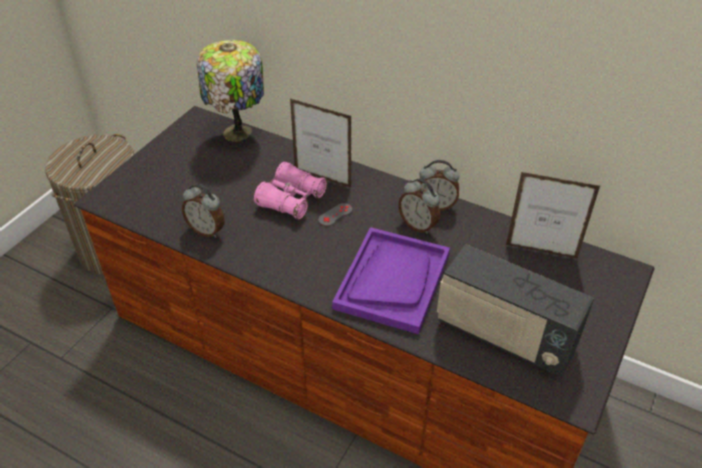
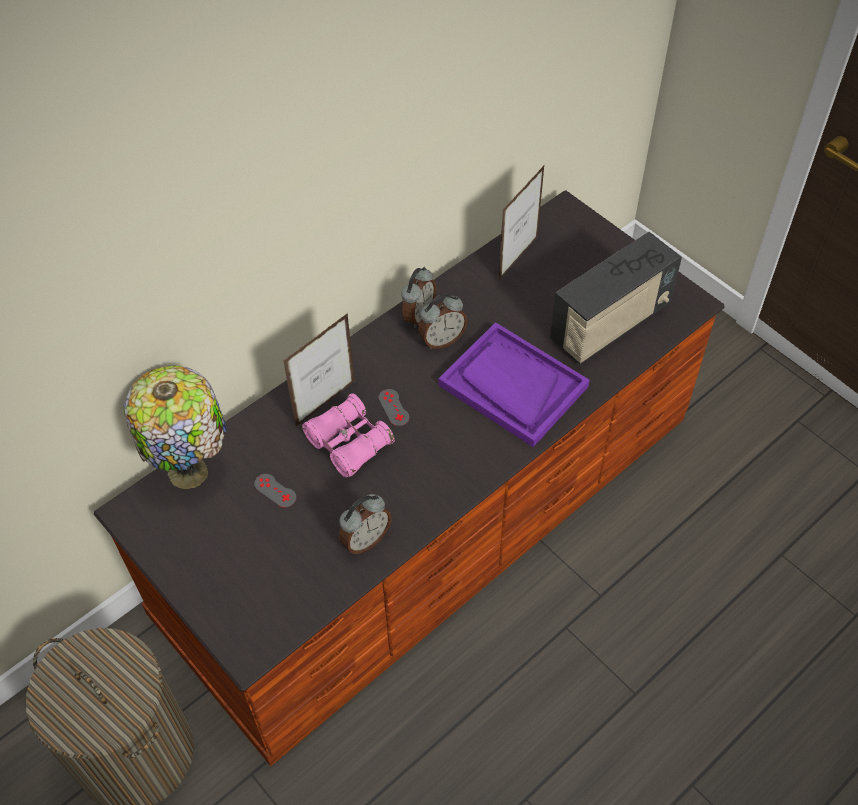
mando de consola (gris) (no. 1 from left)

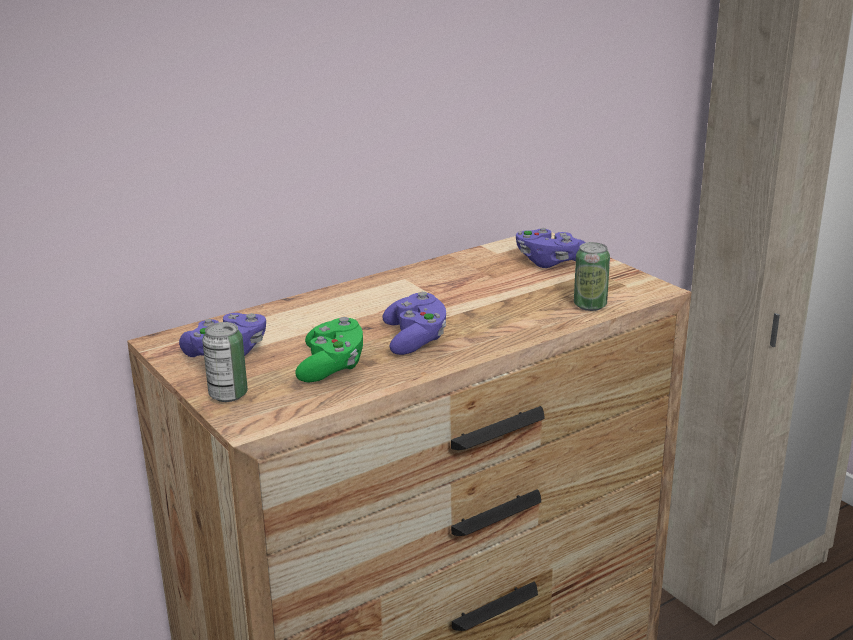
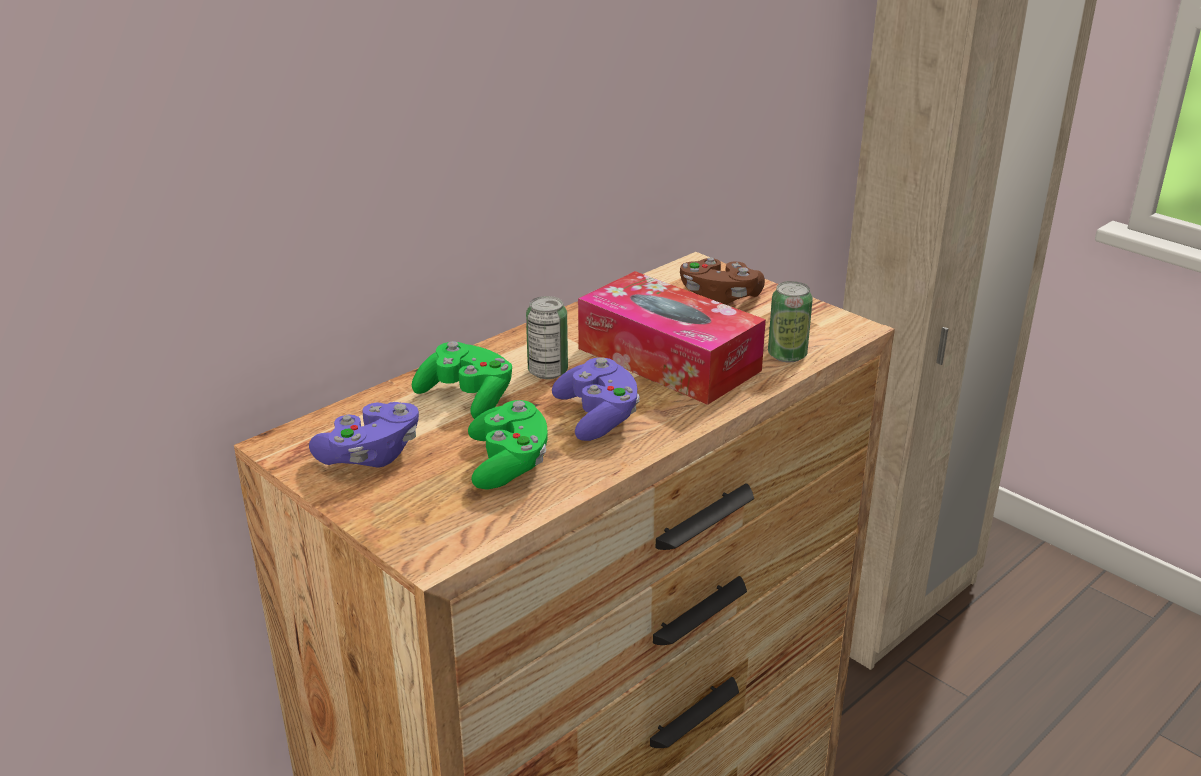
mando de consola (verde) (no. 1 from left)
lata (no. 1 from left)
caja de pañuelos
mando de consola (marrón)

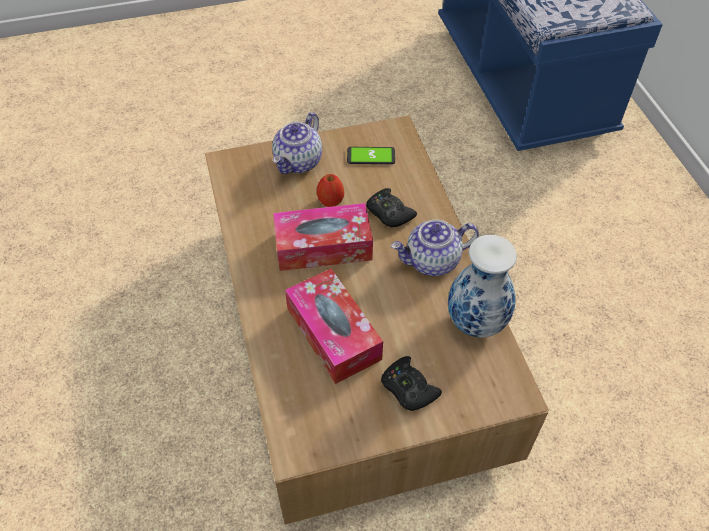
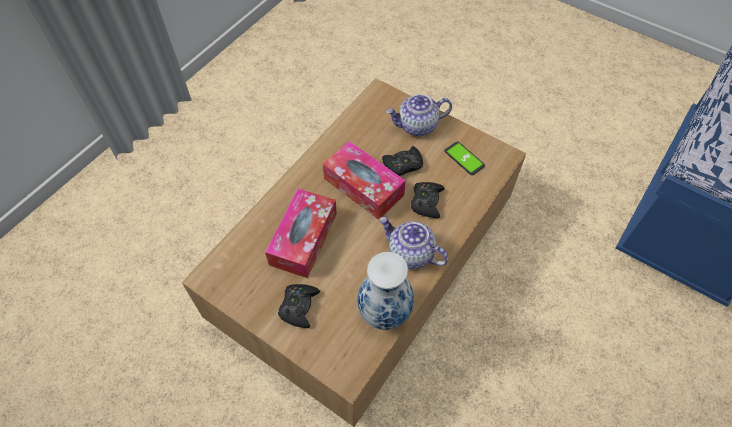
mando de consola (negro) (no. 2 from left)

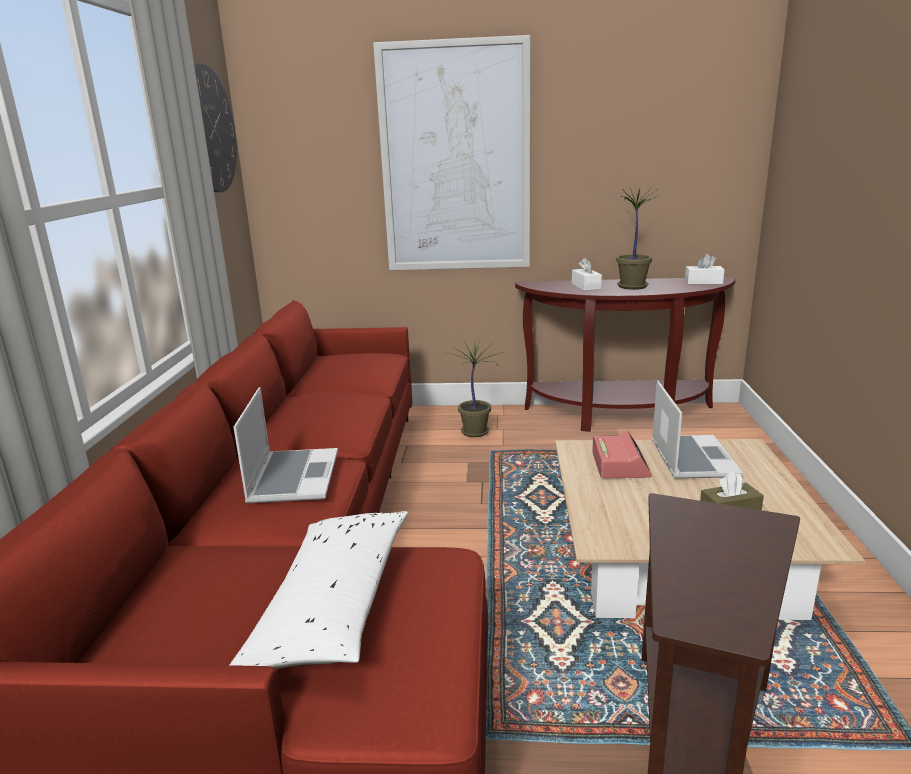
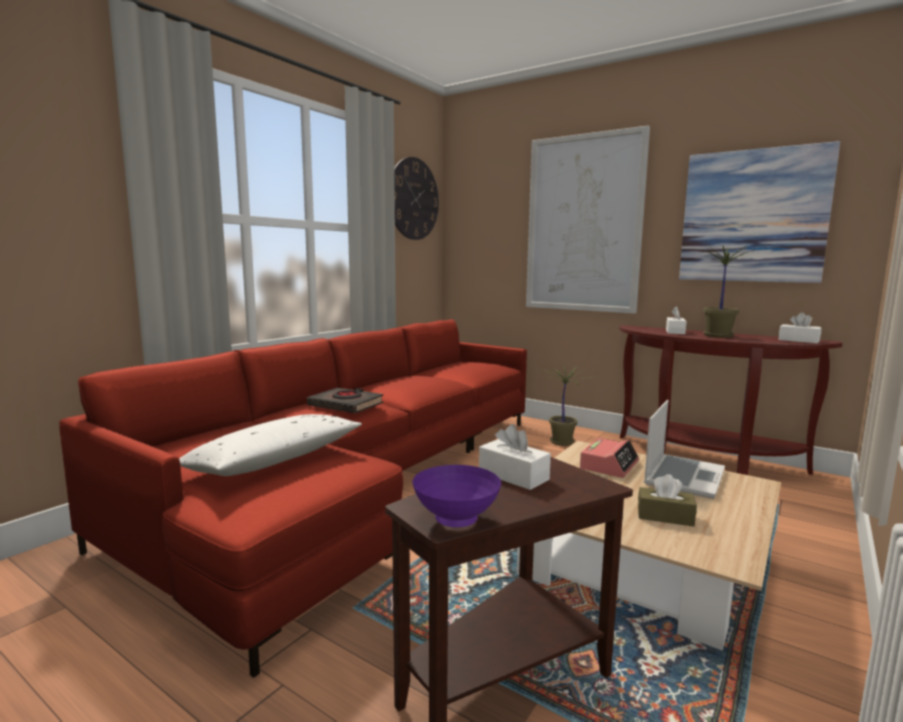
libro (negro)
cuenco (morado)
caja de pañuelos (blanco) (no. 1 from left)
cuadro (no. 2 from left)

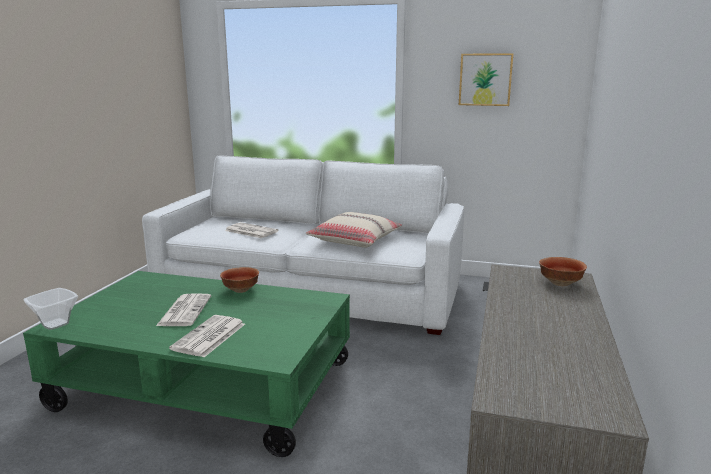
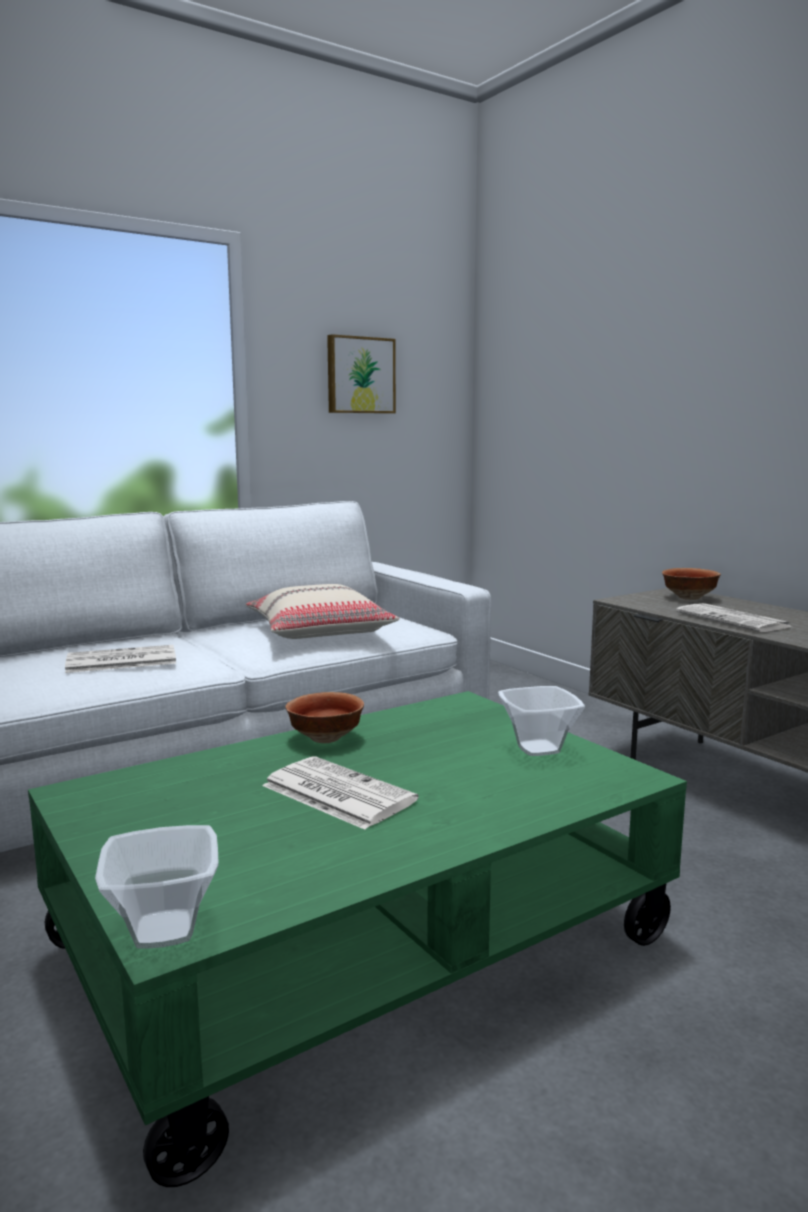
cuenco (no. 3 from left)
periódico (no. 3 from left)

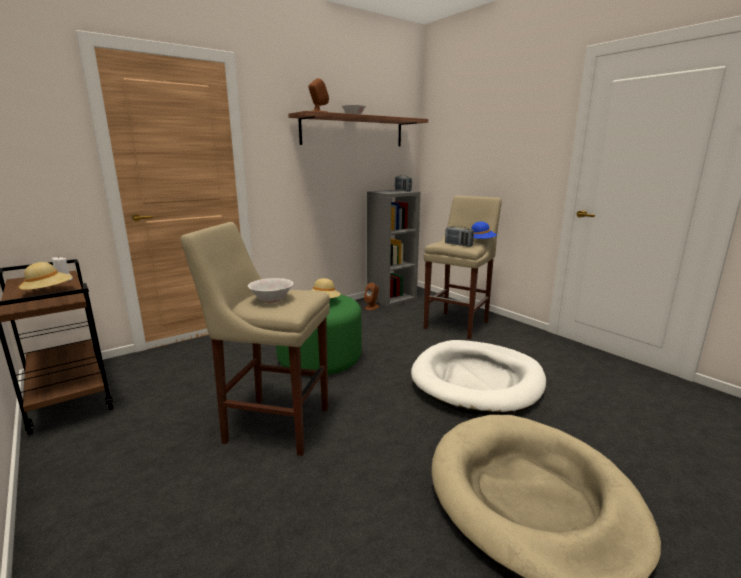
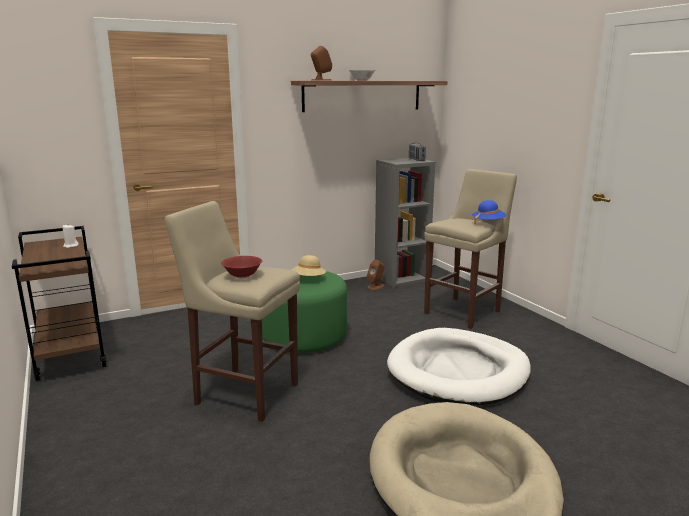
cuenco (rojo)
sombrero (beis) (no. 1 from left in the first image)
radio (no. 2 from left in the first image)

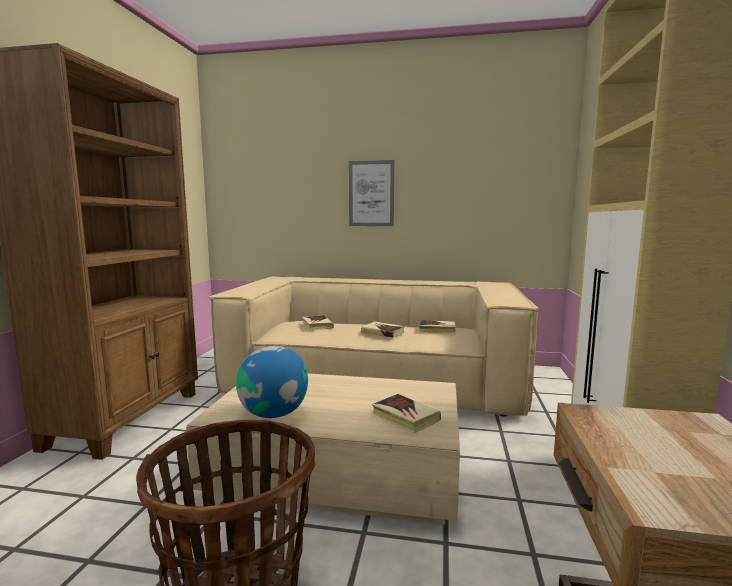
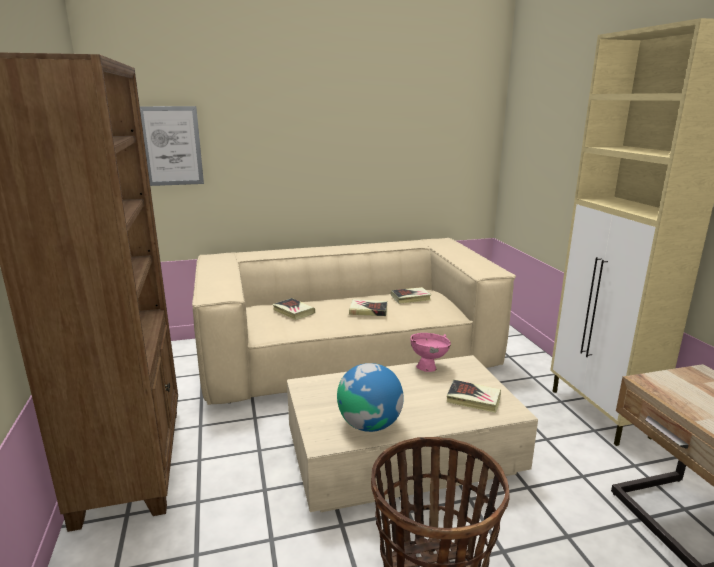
cuadro
cuenco (rosa)

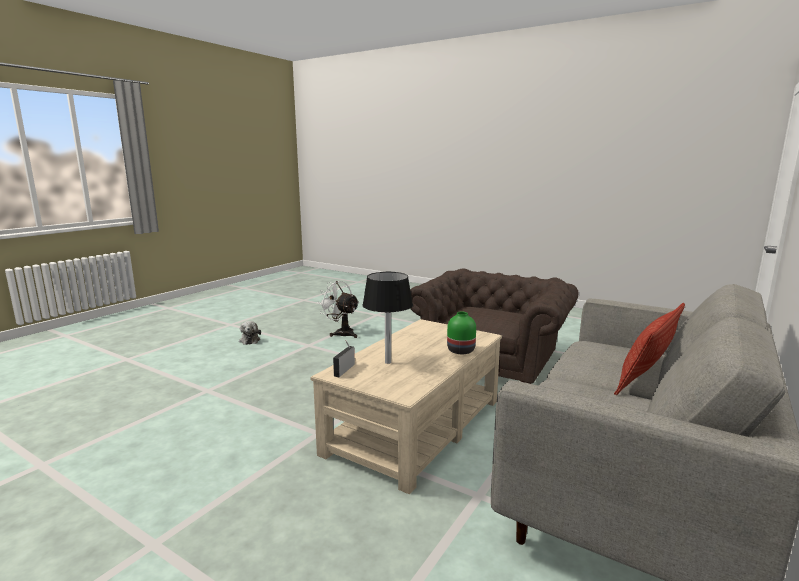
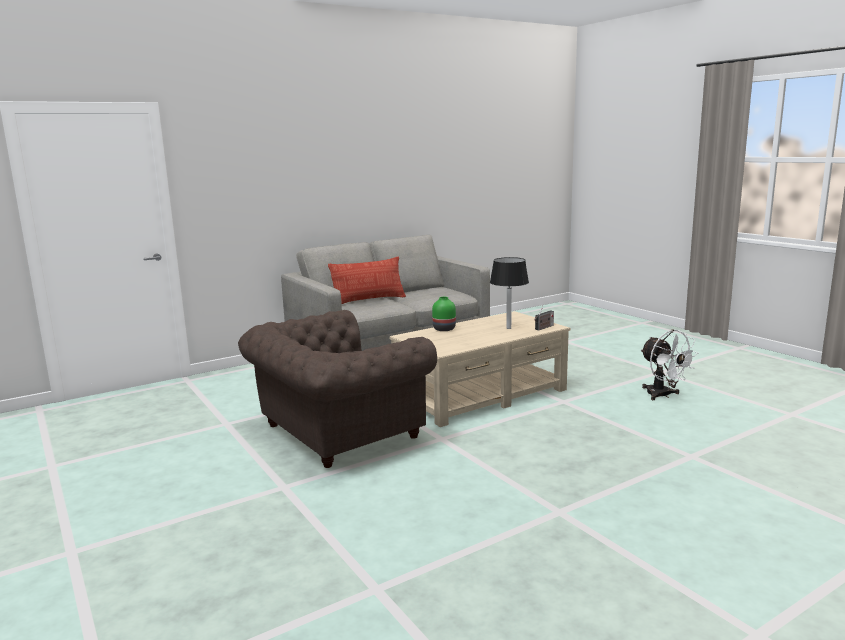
ventilador (blanco)
peluche

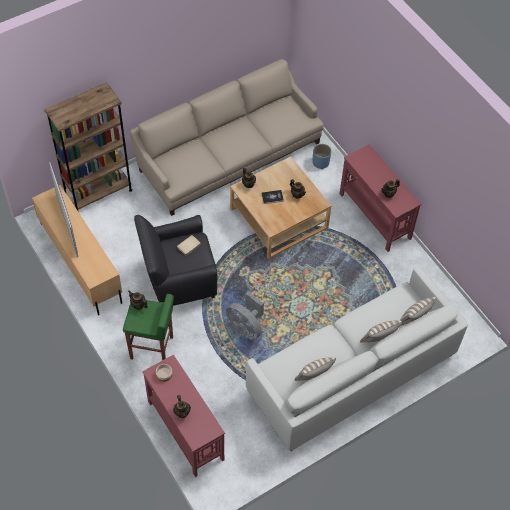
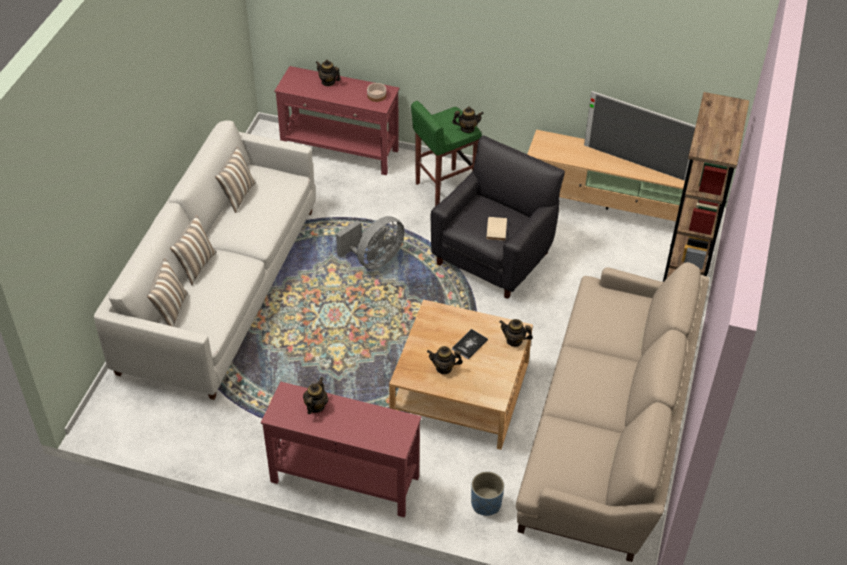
ventilador (gris)

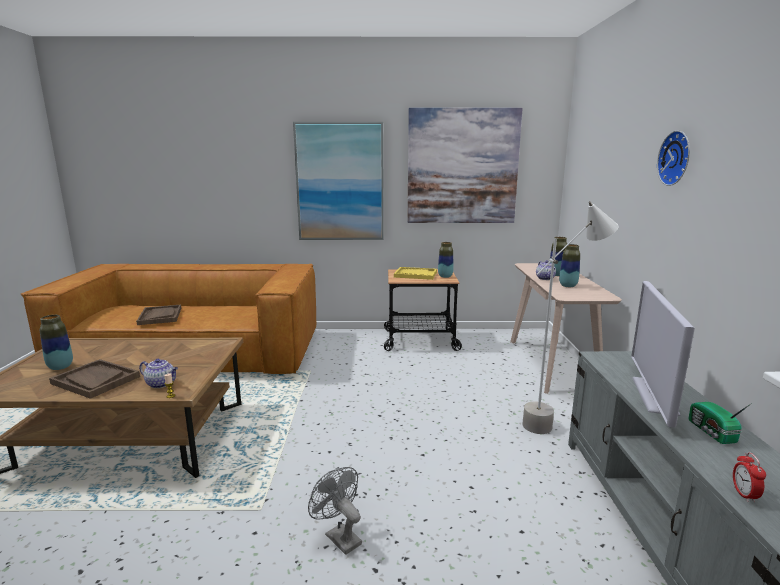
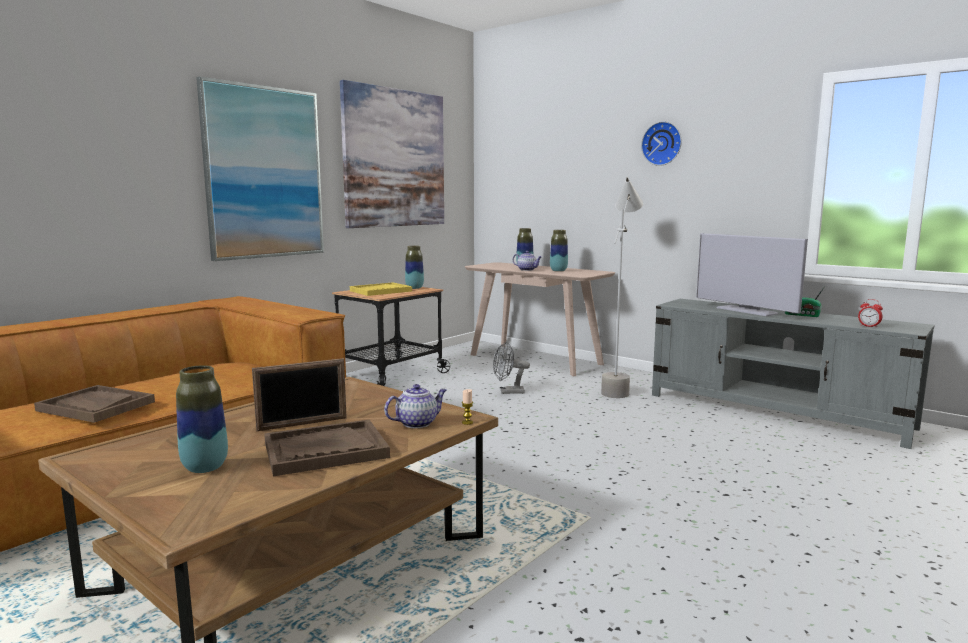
portarretratos
ventilador (gris)

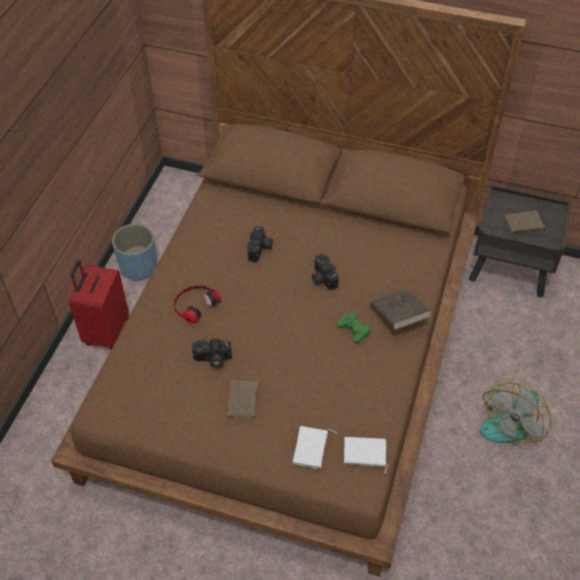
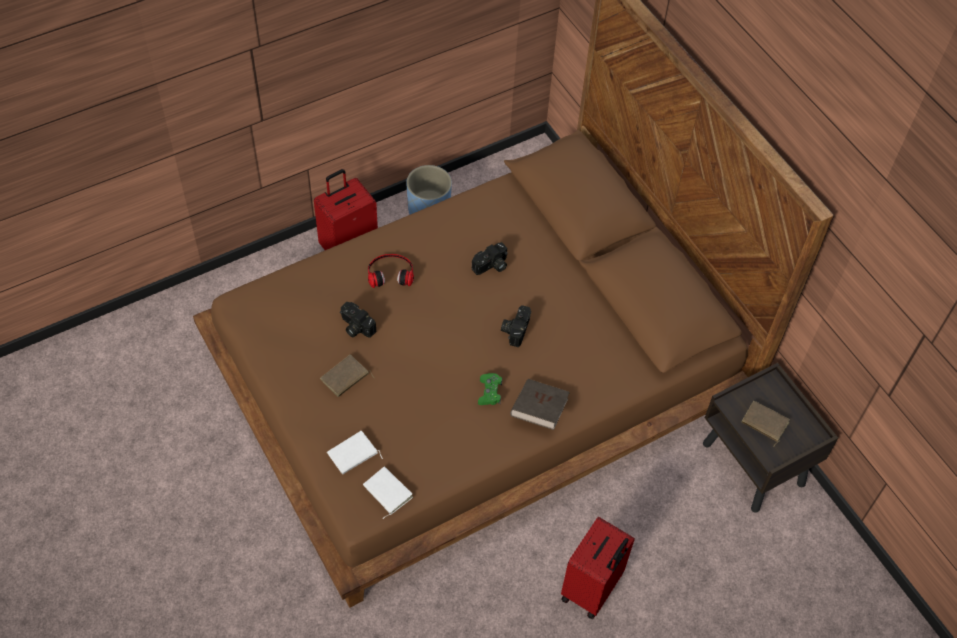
maleta (rojo) (no. 2 from left)

